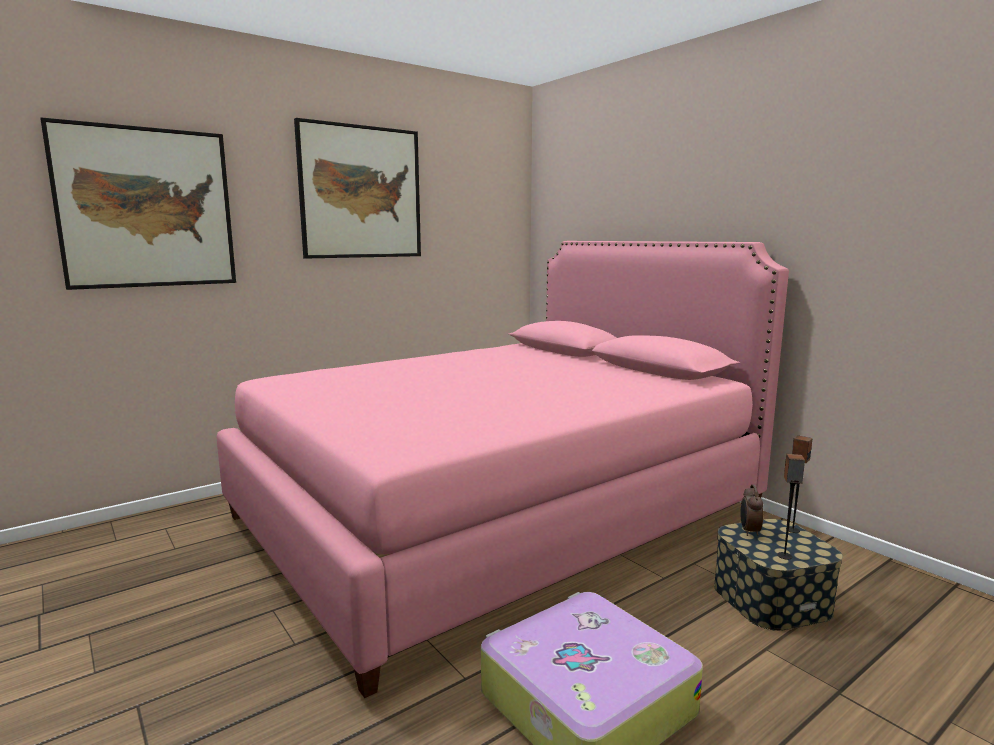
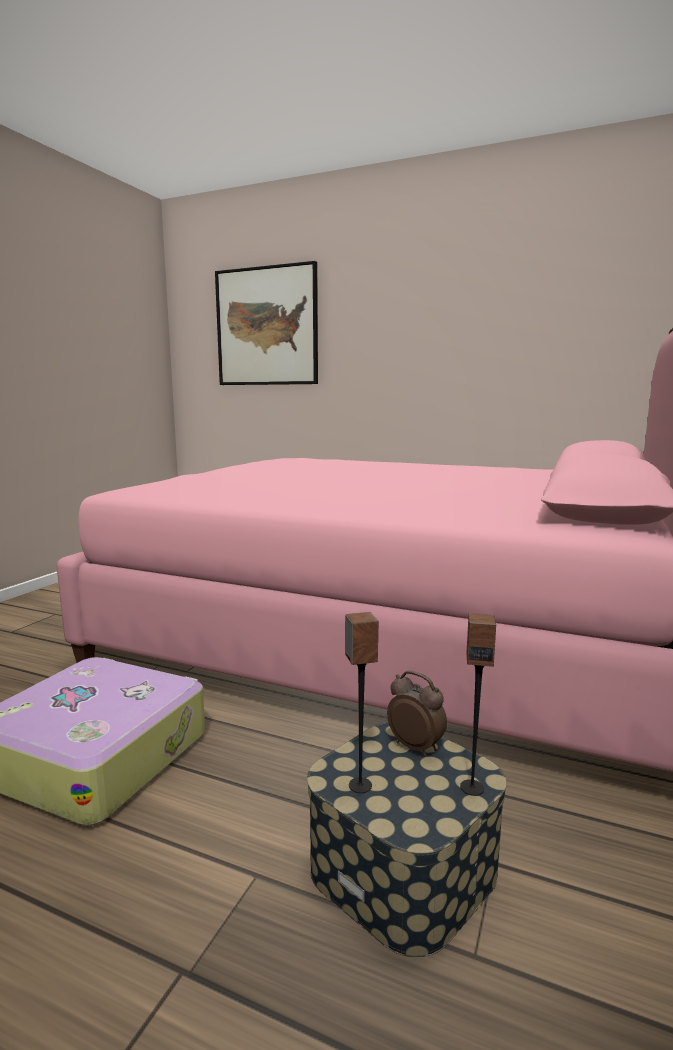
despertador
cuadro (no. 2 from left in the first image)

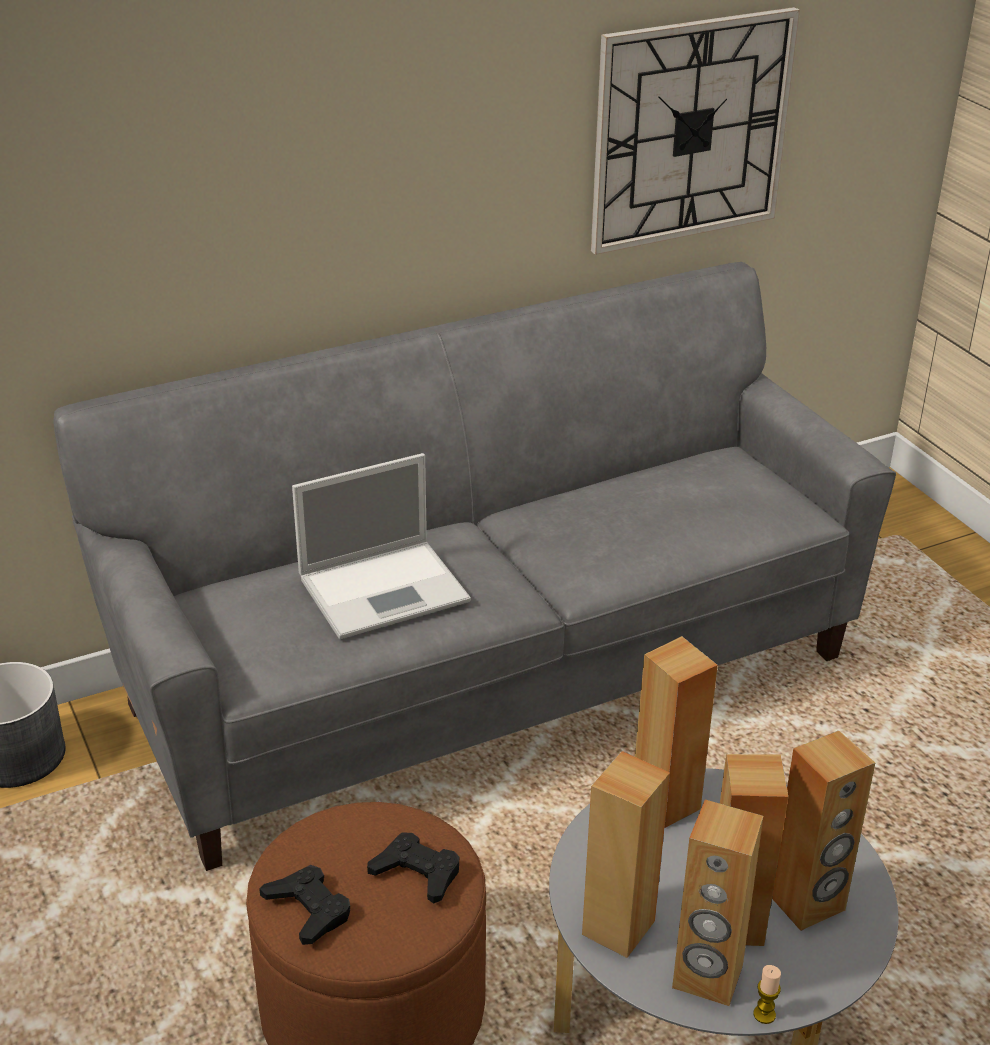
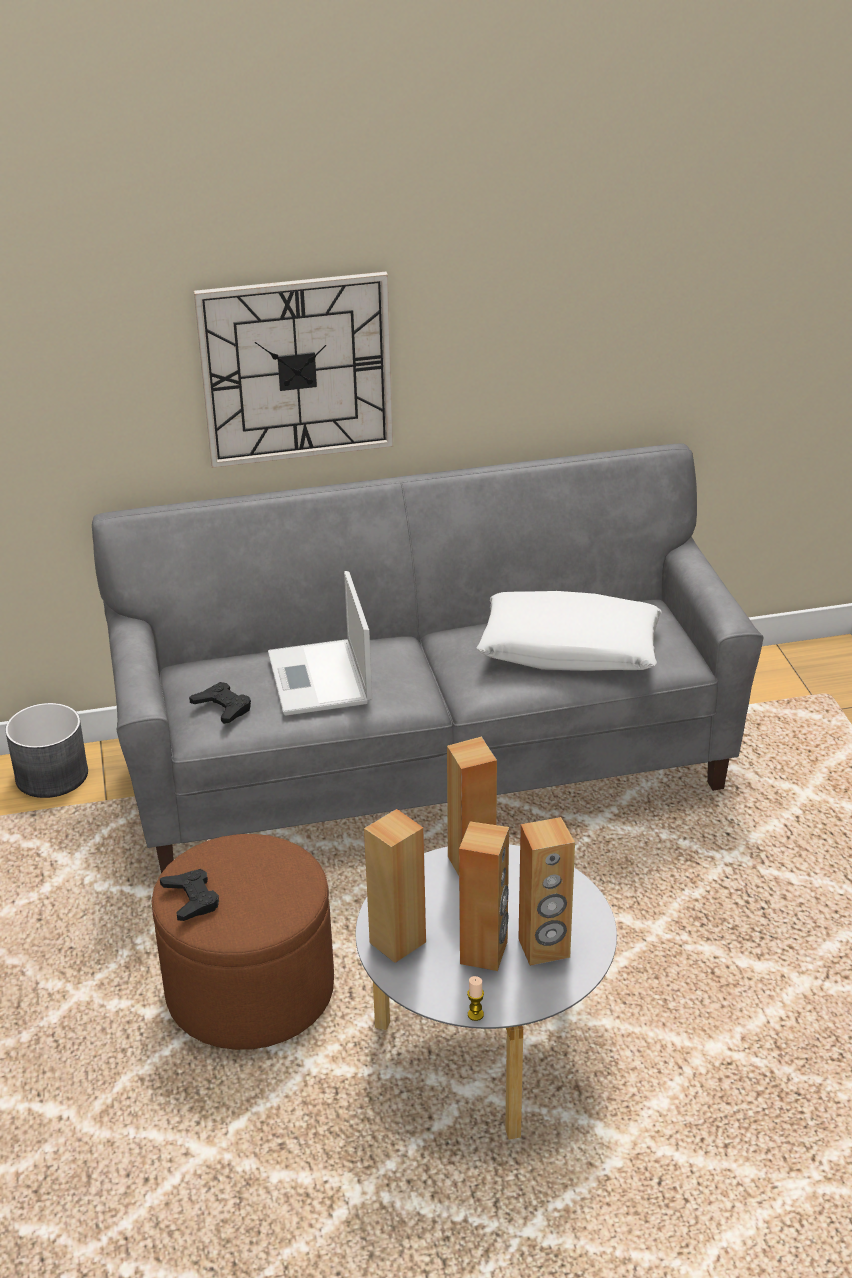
mando de consola (negro) (no. 2 from left)
reloj de pared
portátil
cojín (blanco)
altavoz (marrón) (no. 3 from left in the first image)

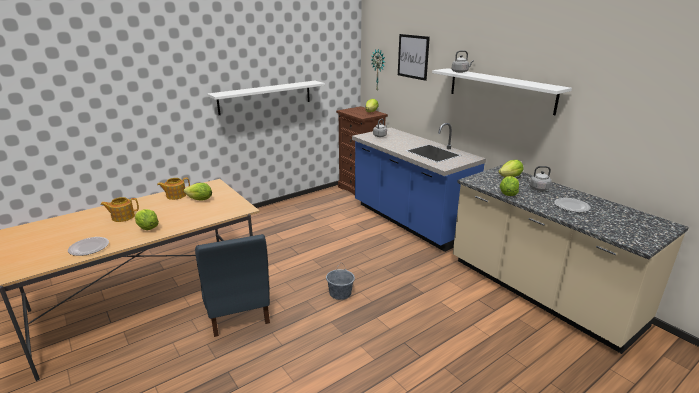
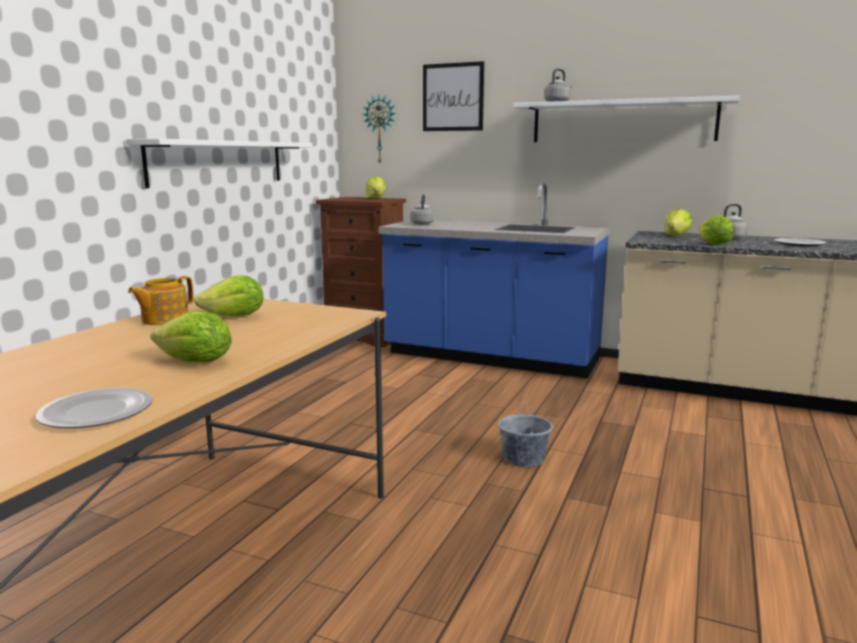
tetera (no. 1 from left in the first image)
silla (azul)

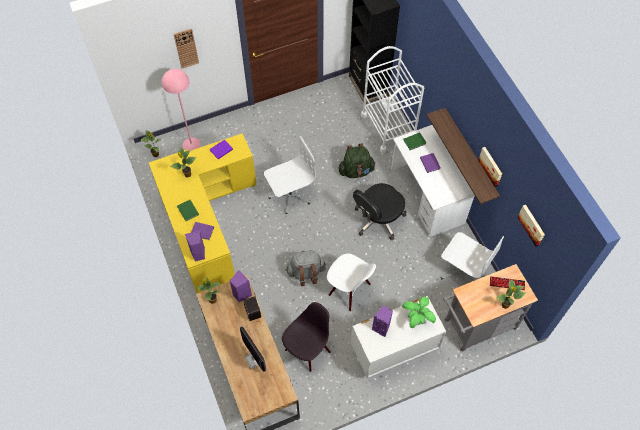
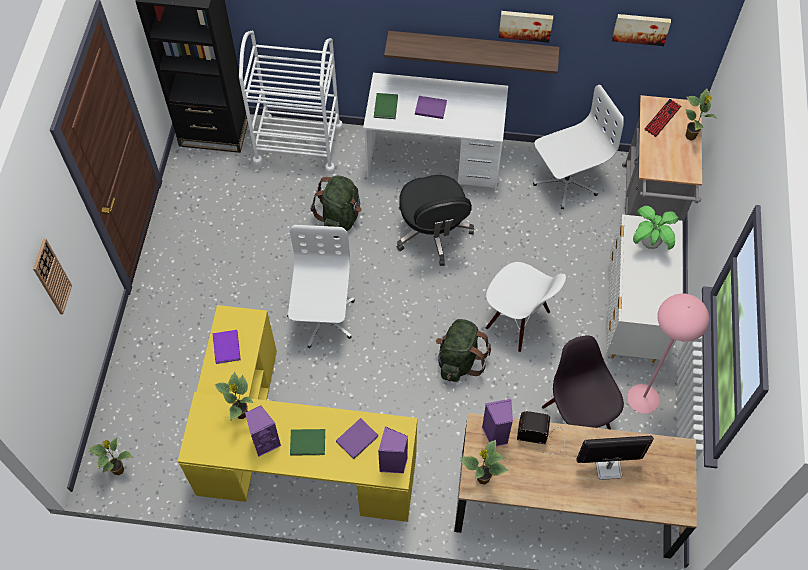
altavoz (morado) (no. 1 from left)
mochila (verde) (no. 2 from left)
silla (blanco)
lámpara de pie (rosa)

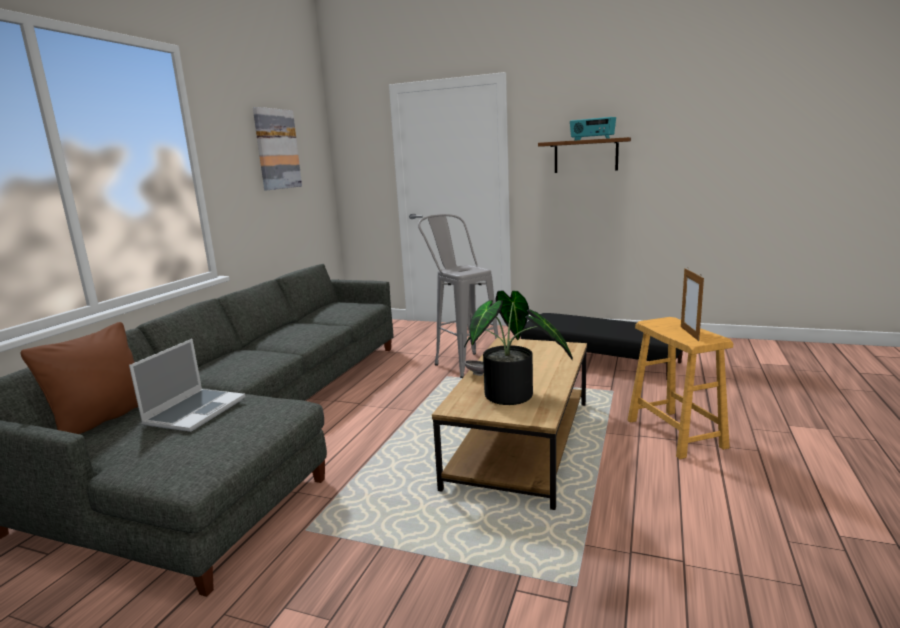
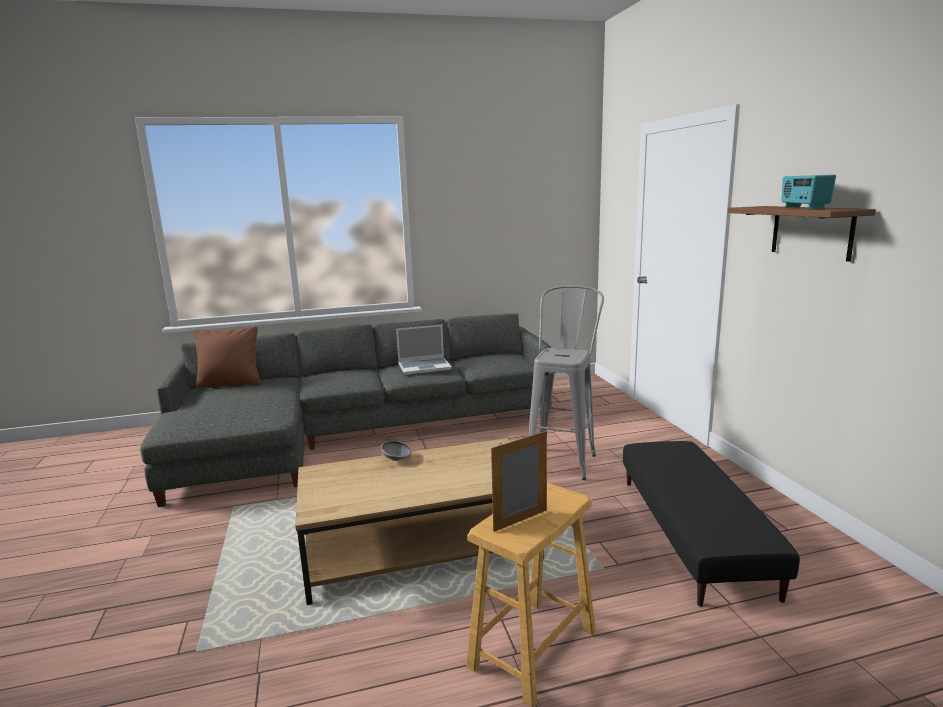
portátil
cuadro
planta en maceta

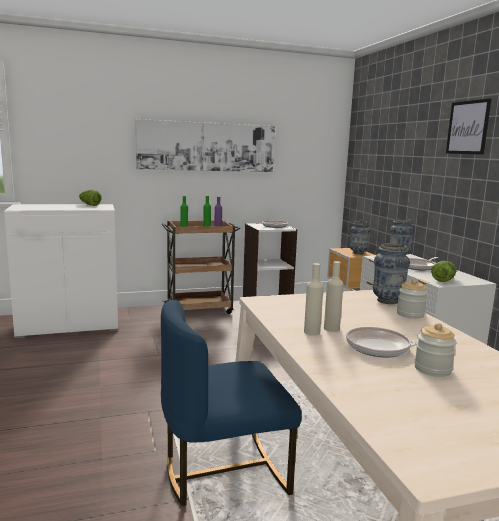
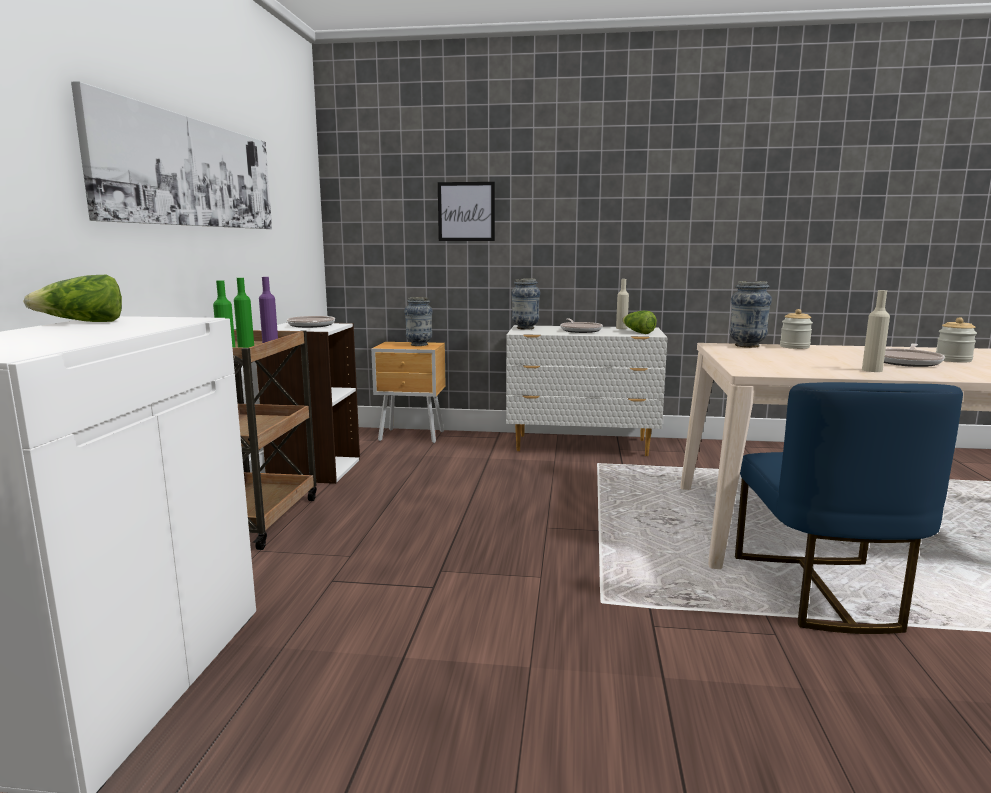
cuadro (no. 2 from left)
botella (beis) (no. 1 from left)

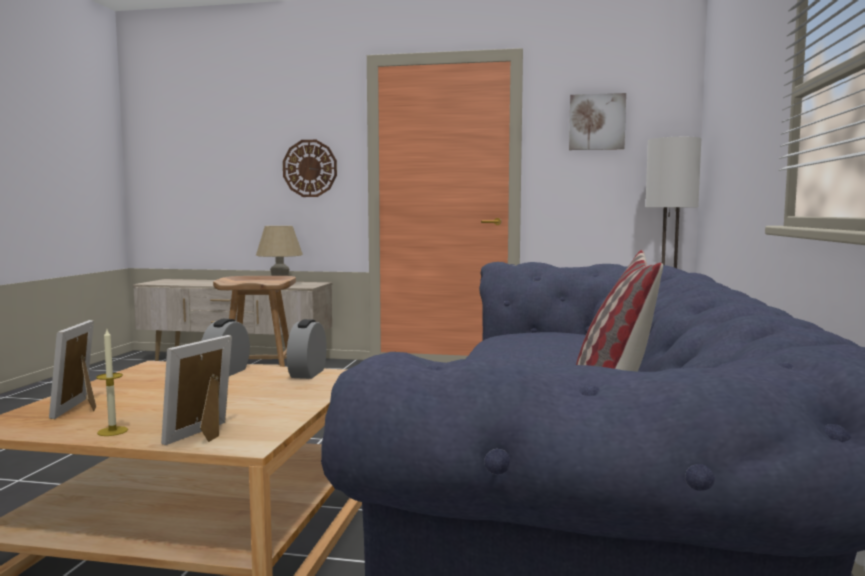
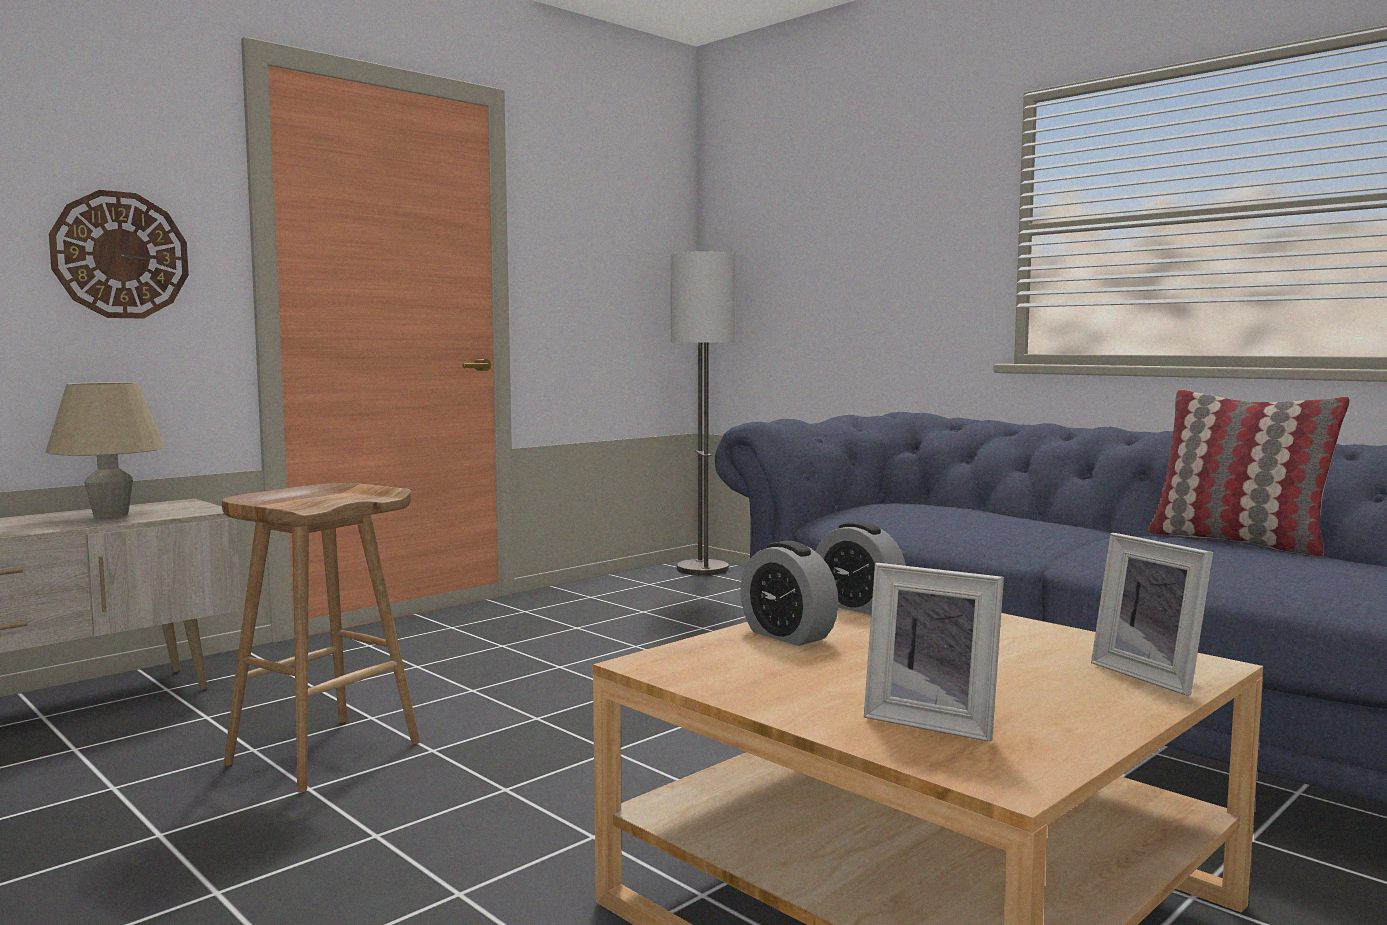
vela
cuadro

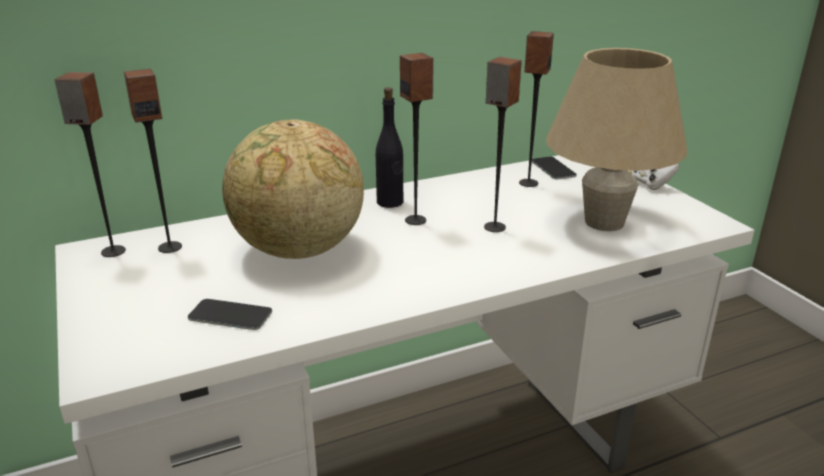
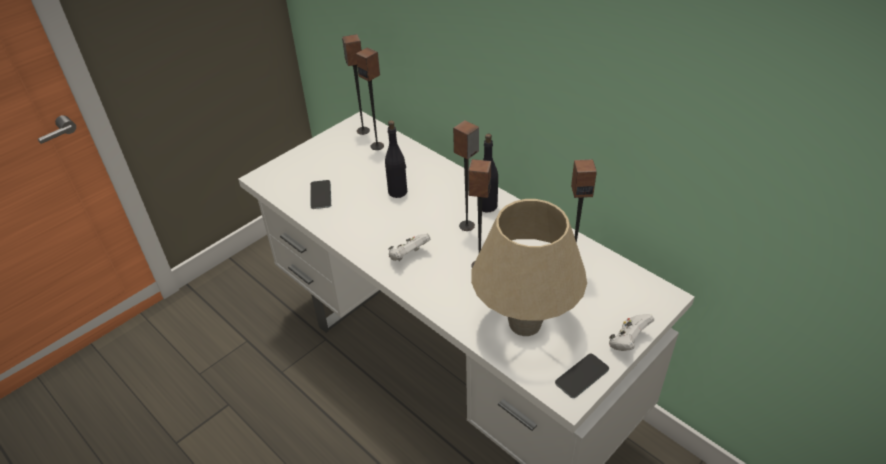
botella (negro) (no. 1 from left)
mando de consola (blanco) (no. 1 from left)
móvil (no. 2 from left)

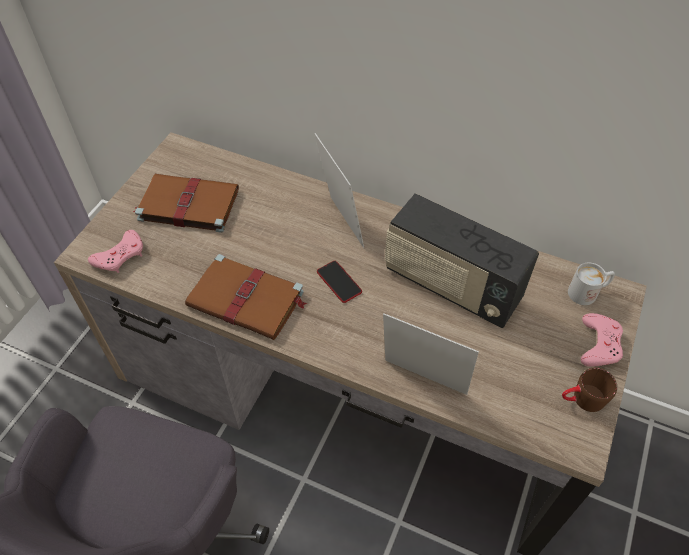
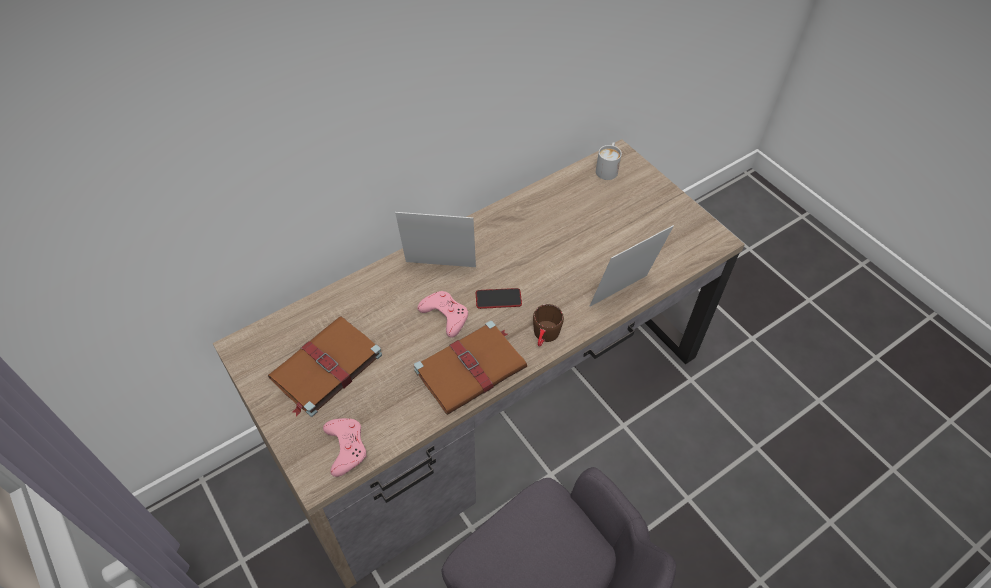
mando de consola (rosa) (no. 2 from left)
taza grande (marrón)
radio

